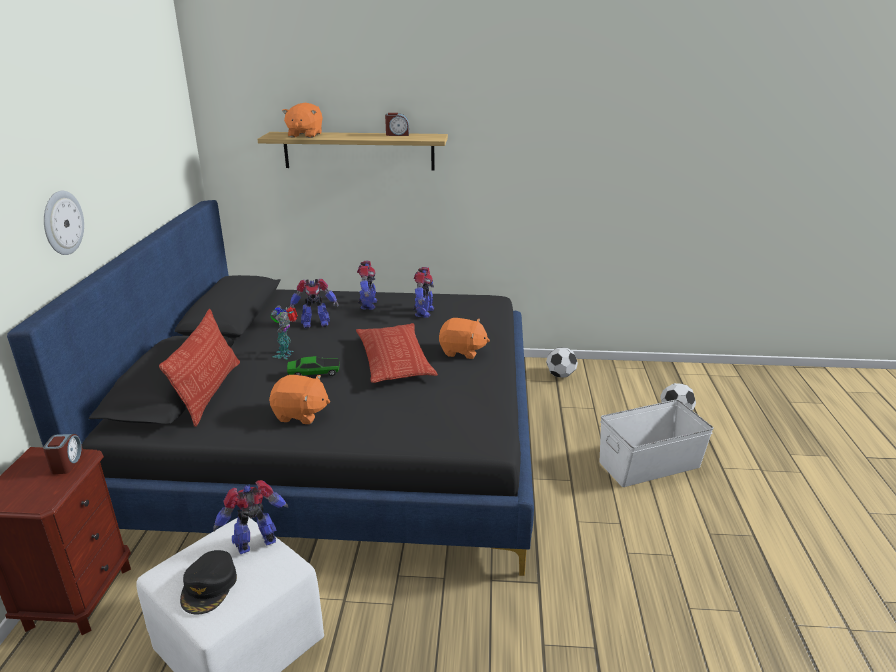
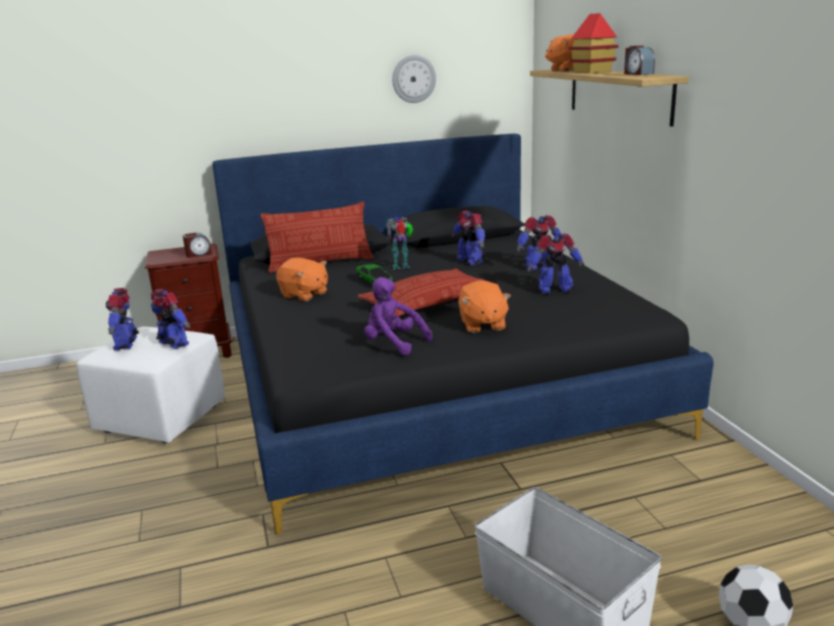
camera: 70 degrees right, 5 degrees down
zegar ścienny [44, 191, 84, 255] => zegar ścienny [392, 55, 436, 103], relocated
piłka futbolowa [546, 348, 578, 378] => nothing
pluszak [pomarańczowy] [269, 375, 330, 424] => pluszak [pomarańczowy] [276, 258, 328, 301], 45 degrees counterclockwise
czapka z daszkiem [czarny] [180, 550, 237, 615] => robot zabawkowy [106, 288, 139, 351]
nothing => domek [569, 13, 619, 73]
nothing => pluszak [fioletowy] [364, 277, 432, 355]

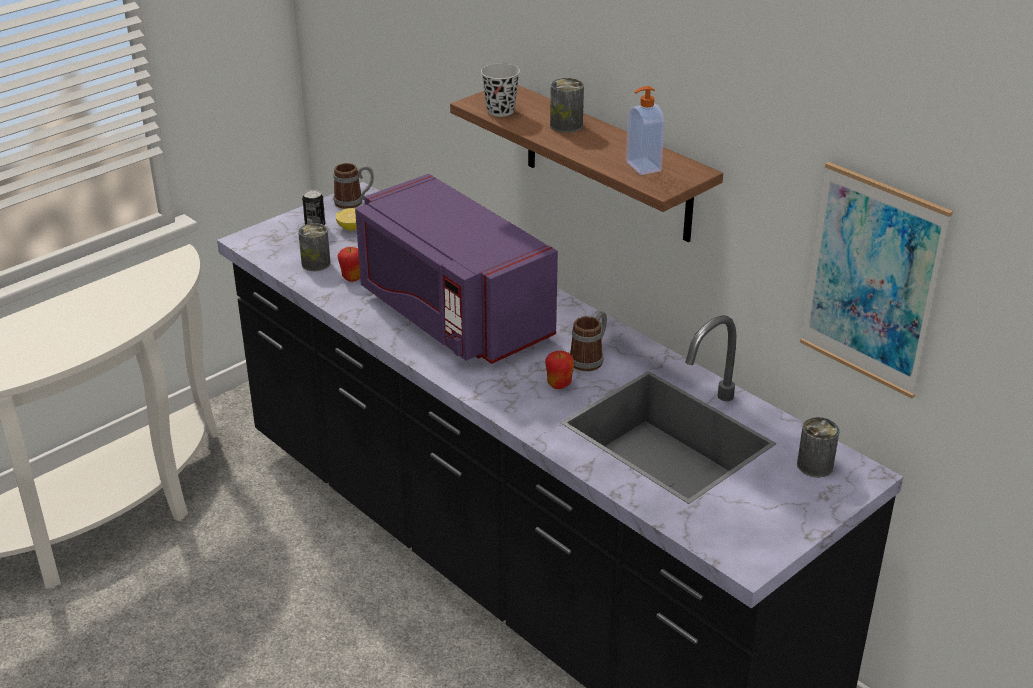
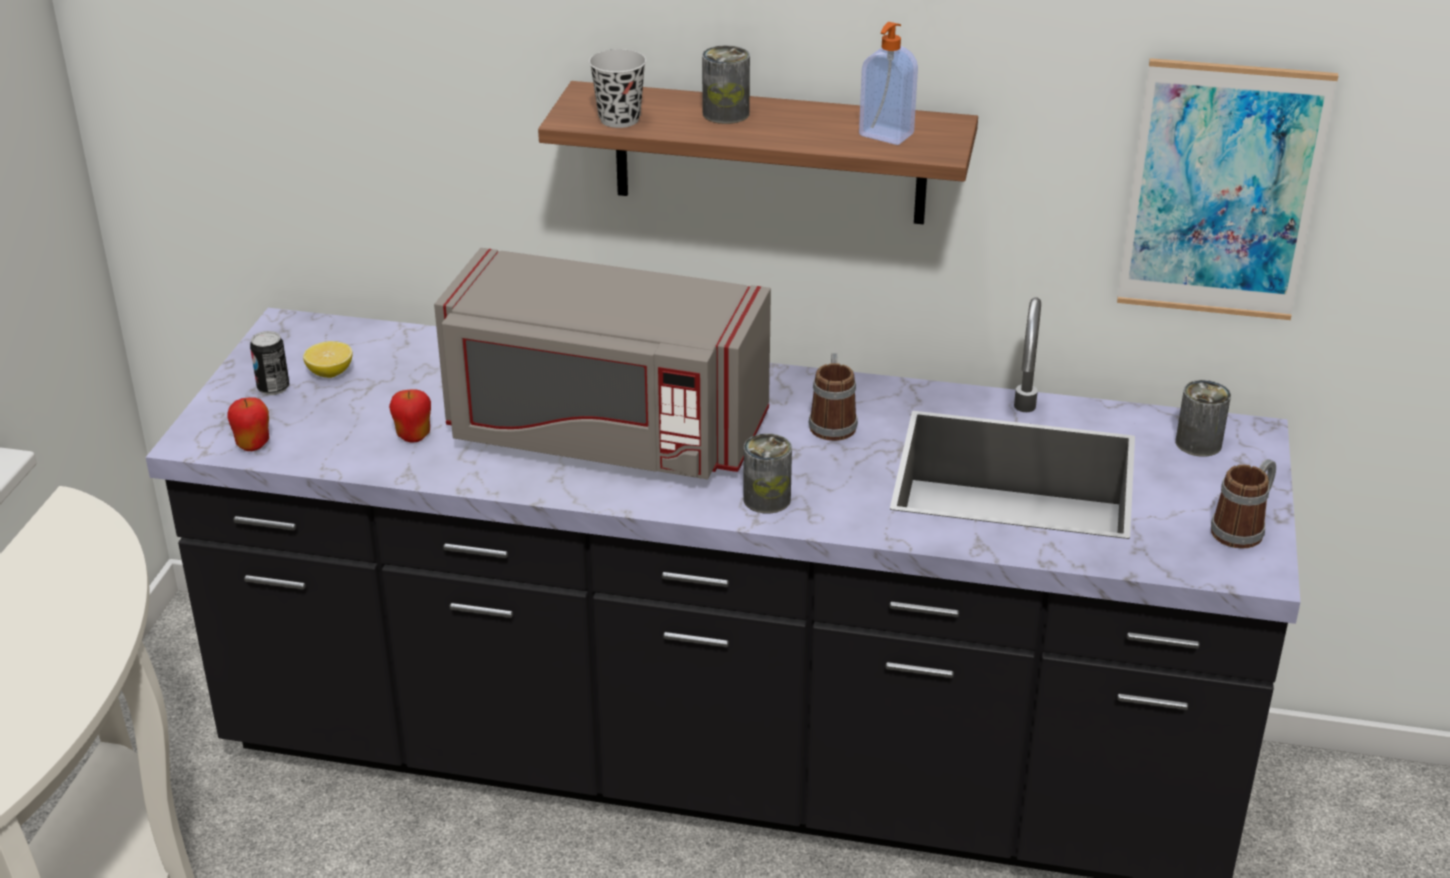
camera: 35 degrees left, 0 degrees up
kubek [334, 163, 374, 209] => kubek [1211, 459, 1276, 549], relocated
mikrofalówka [fioletowy] [355, 174, 558, 364] => mikrofalówka [szary] [434, 248, 771, 479]
puszka [298, 223, 331, 271] => puszka [743, 433, 792, 513], relocated
jabłko [545, 351, 574, 389] => jabłko [227, 397, 269, 451], relocated

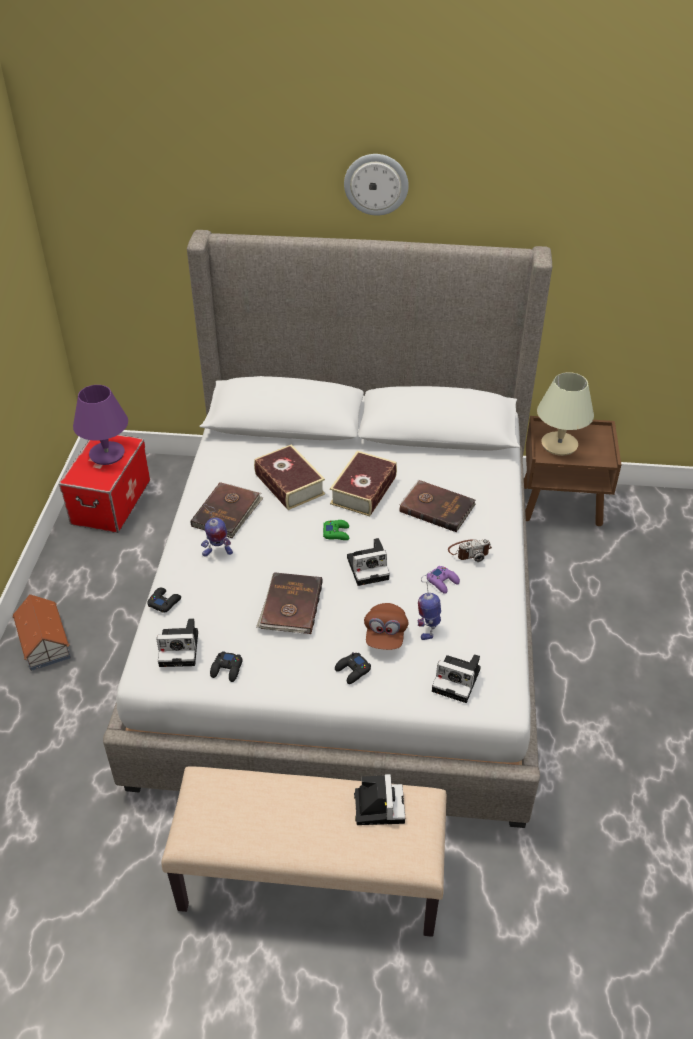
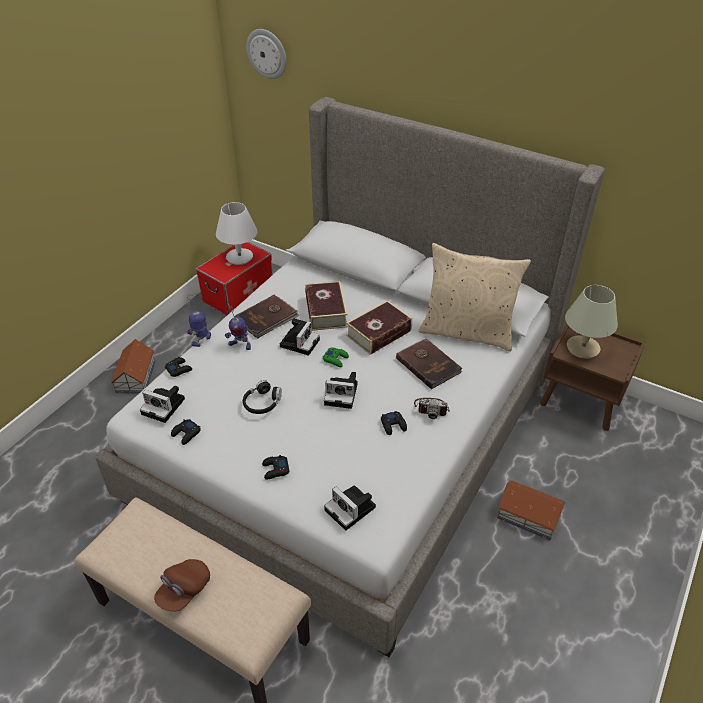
camera: 25 degrees right, 0 degrees up
zegar ścienny [344, 154, 409, 216] => zegar ścienny [246, 29, 287, 79], relocated
lampa stołowa [fioletowy] [73, 385, 128, 465] => lampa stołowa [biały] [216, 202, 257, 265]
pad do gier [fioletowy] [427, 566, 460, 594] => pad do gier [czarny] [381, 411, 407, 435]
robot zabawkowy [418, 571, 441, 640] => robot zabawkowy [187, 294, 211, 347], relocated
książka [brązowy] [256, 572, 323, 634] => słuchawki [czarny] [243, 380, 282, 414]
czapka z daszkiem [brązowy] [364, 603, 409, 650] => czapka z daszkiem [brązowy] [154, 559, 210, 612], relocated
aparat fotograficzny [354, 774, 405, 825] => aparat fotograficzny [280, 318, 320, 356], relocated
nothing => poduszka [beżowy] [418, 243, 531, 352]
nothing => domek [497, 481, 566, 540]

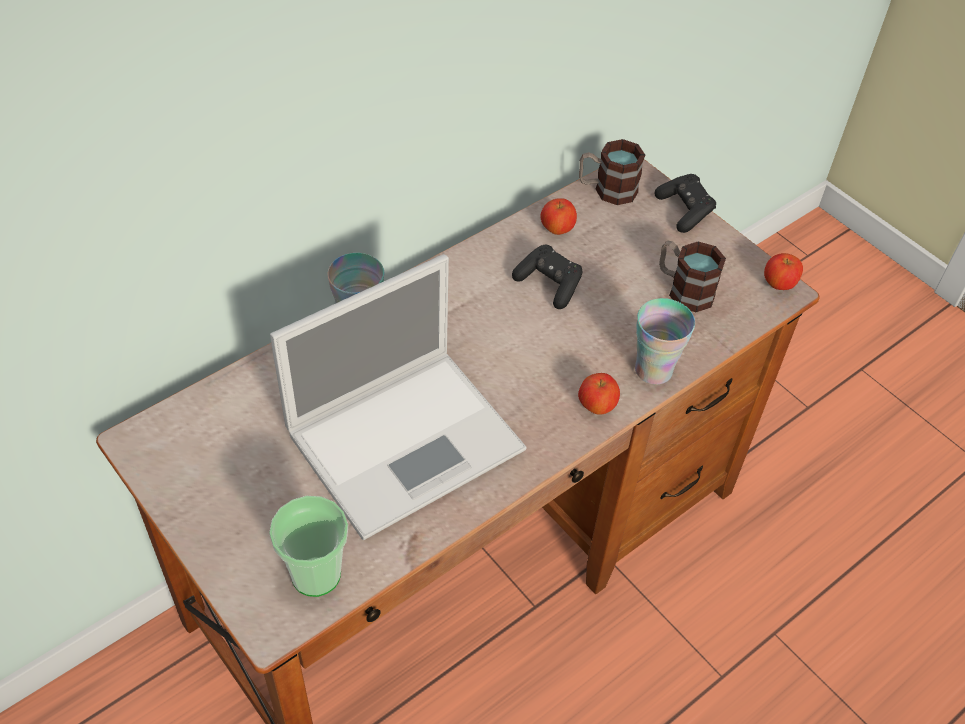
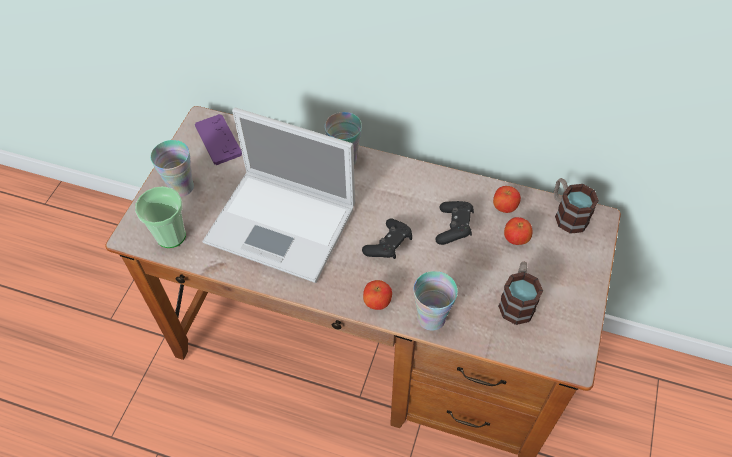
camera: 60 degrees right, 5 degrees up
pad do gier [czarny] [654, 174, 716, 233] => pad do gier [czarny] [362, 219, 412, 259], relocated
jabłko [764, 253, 803, 290] => jabłko [504, 217, 533, 245], relocated
nothing => pad do gier [fioletowy] [195, 114, 242, 165]
nothing => filiżanka [150, 140, 194, 197]

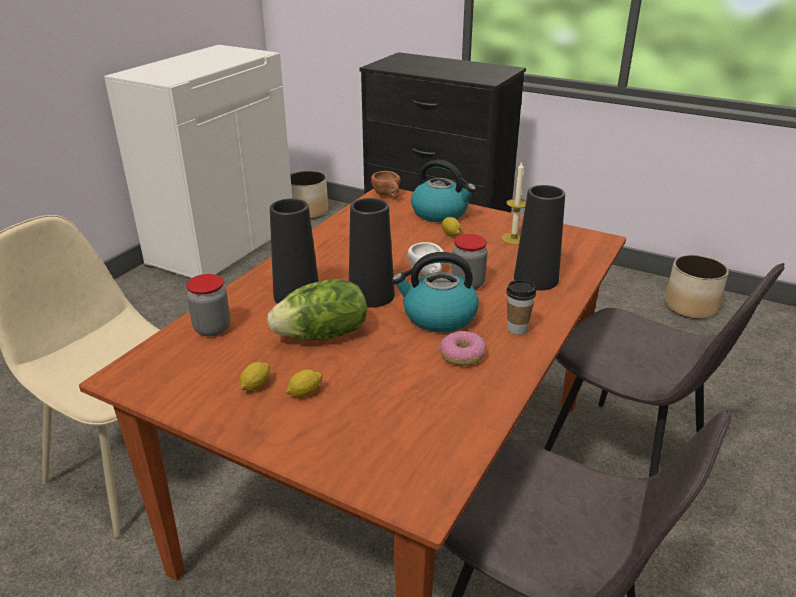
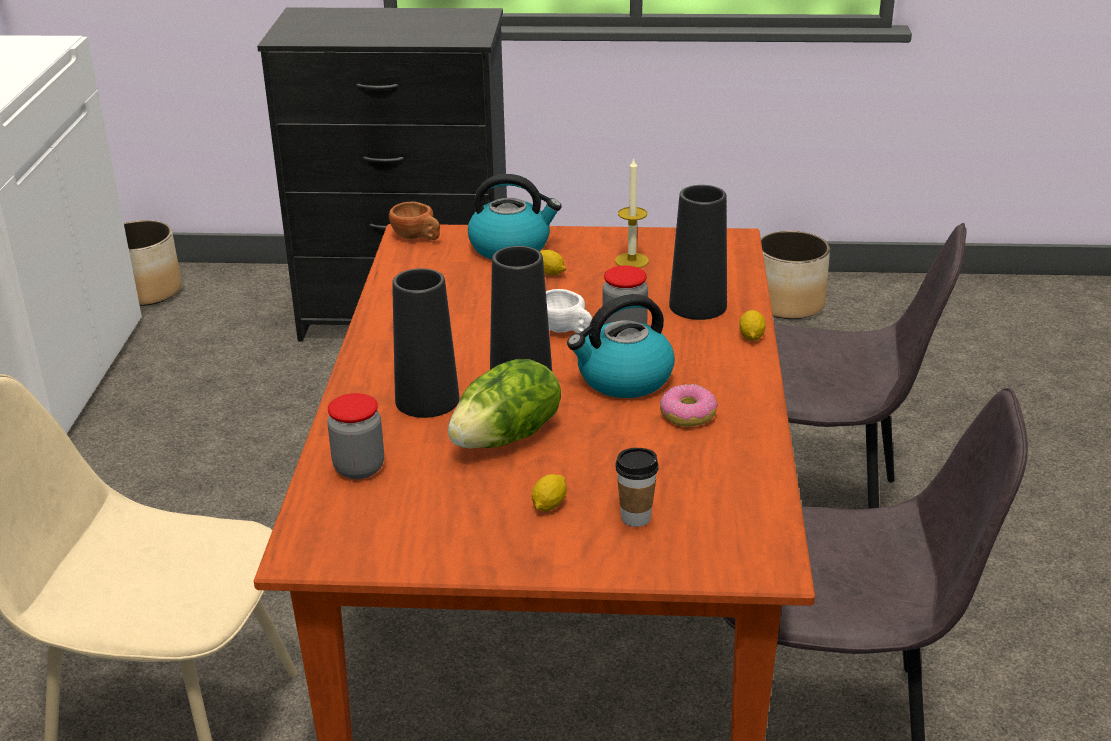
camera: 25 degrees left, 0 degrees up
filiżanka [506, 280, 536, 335] => filiżanka [615, 448, 659, 527], relocated
cytryna [240, 362, 270, 391] => cytryna [739, 310, 766, 341], relocated

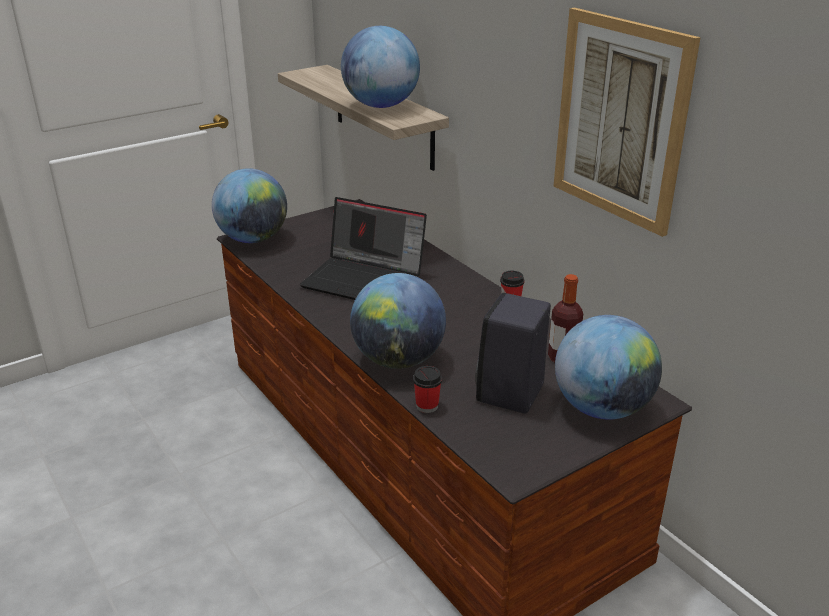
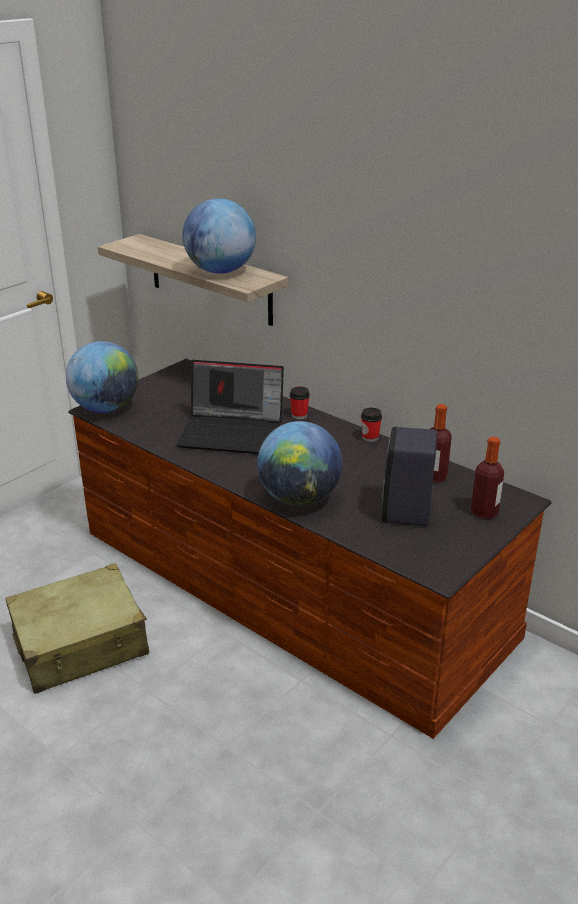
camera: 15 degrees left, 0 degrees up
obraz [554, 7, 701, 237] => nothing
globus [555, 315, 662, 420] => butelka [471, 437, 504, 519]
filiżanka [413, 366, 442, 413] => filiżanka [289, 386, 310, 420], relocated
nothing => walizka [beżowy] [6, 563, 149, 694]

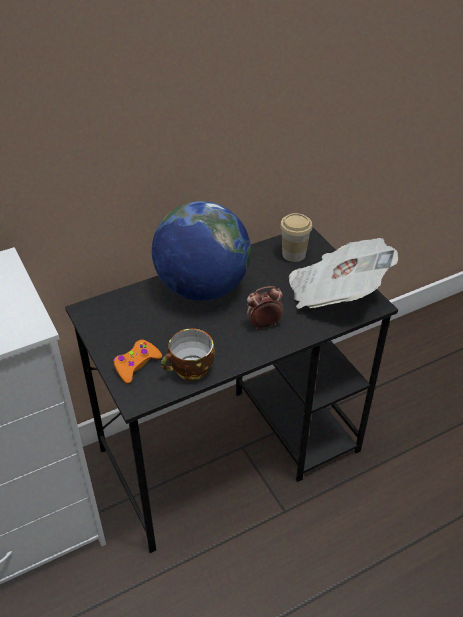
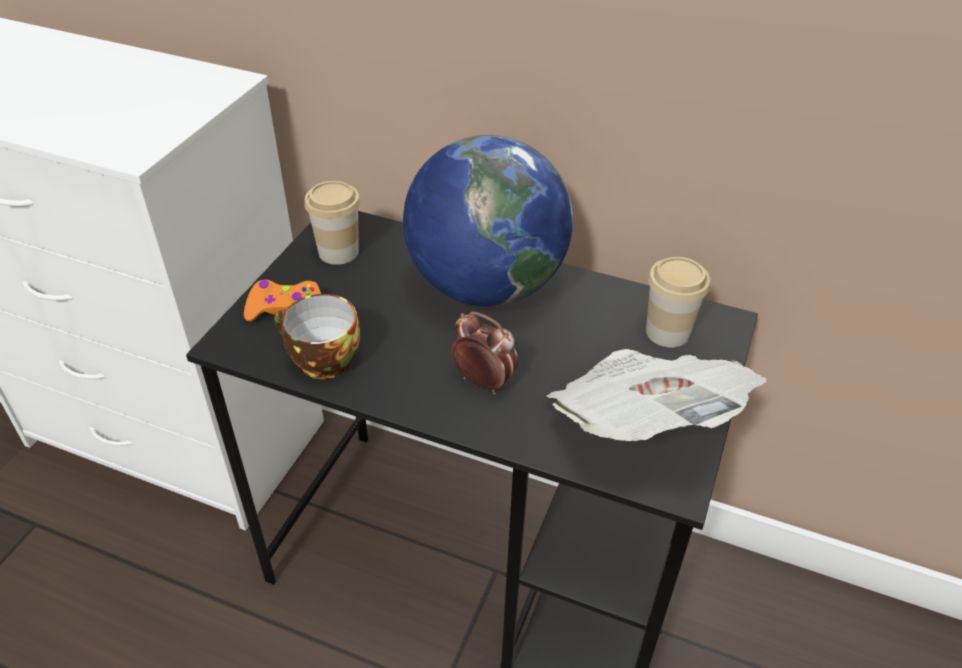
camera: 50 degrees right, 0 degrees up
nothing => filiżanka [304, 181, 360, 265]

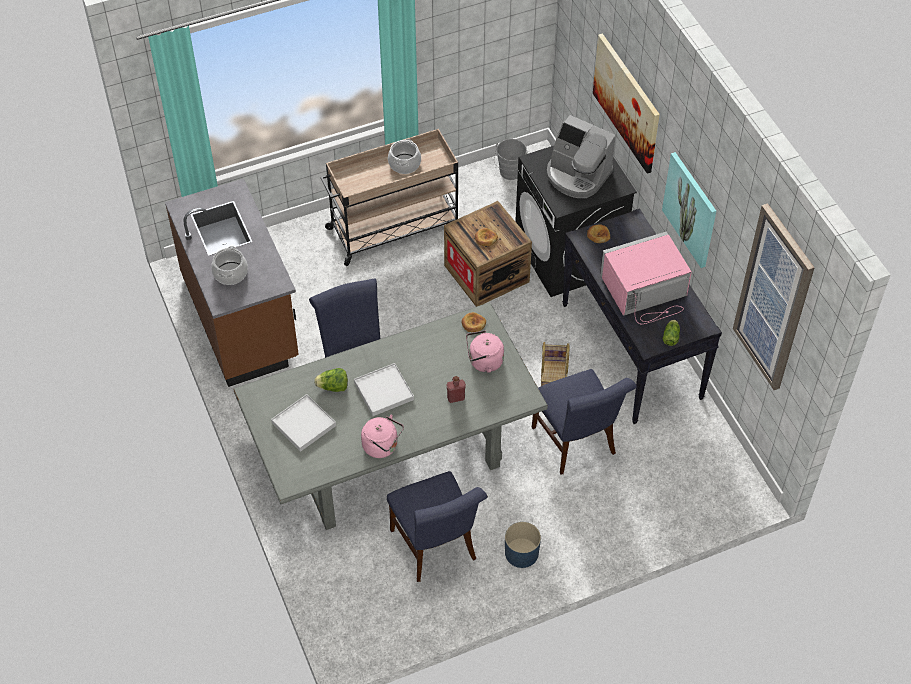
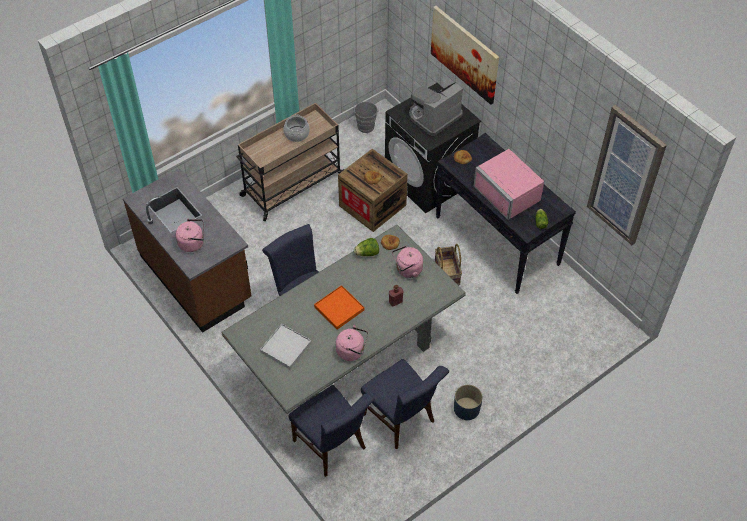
camera: 15 degrees left, 0 degrees up
ekspres do kawy [546, 115, 616, 198] => ekspres do kawy [409, 82, 463, 136], 120 degrees clockwise
obraz [662, 152, 716, 268] => nothing
mikrofalówka [różowy] [600, 231, 692, 324] => mikrofalówka [różowy] [473, 149, 544, 220], 90 degrees counterclockwise
garnek [211, 246, 248, 285] => czajnik [różowy] [176, 218, 204, 252]
taca [biały] [354, 363, 414, 416] => taca [pomarańczowy] [314, 285, 364, 330]
sałata [314, 368, 348, 392] => sałata [354, 238, 379, 256], relocated
krzesło [niebieski] [532, 369, 637, 475] => krzesło [niebieski] [289, 385, 375, 477], relocated

